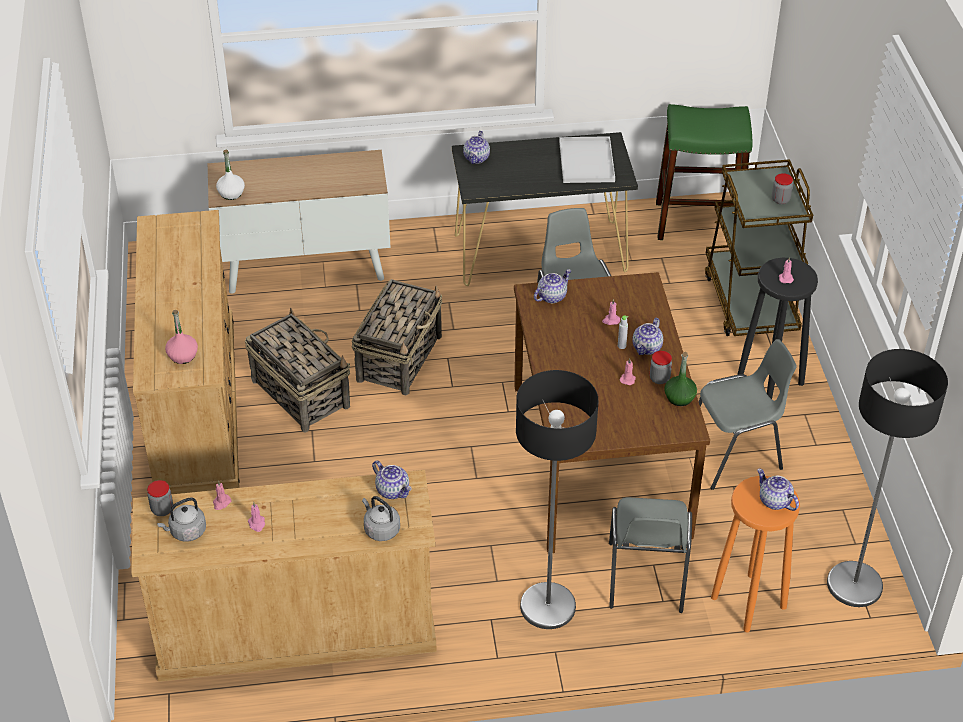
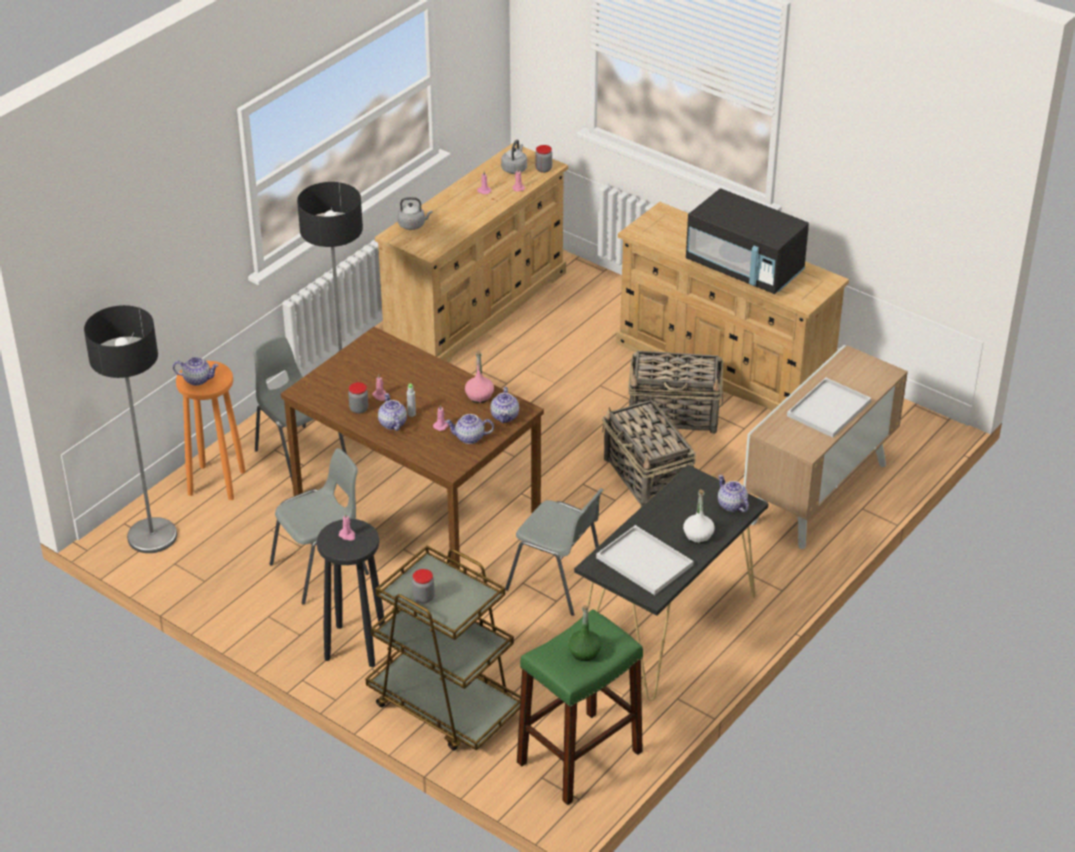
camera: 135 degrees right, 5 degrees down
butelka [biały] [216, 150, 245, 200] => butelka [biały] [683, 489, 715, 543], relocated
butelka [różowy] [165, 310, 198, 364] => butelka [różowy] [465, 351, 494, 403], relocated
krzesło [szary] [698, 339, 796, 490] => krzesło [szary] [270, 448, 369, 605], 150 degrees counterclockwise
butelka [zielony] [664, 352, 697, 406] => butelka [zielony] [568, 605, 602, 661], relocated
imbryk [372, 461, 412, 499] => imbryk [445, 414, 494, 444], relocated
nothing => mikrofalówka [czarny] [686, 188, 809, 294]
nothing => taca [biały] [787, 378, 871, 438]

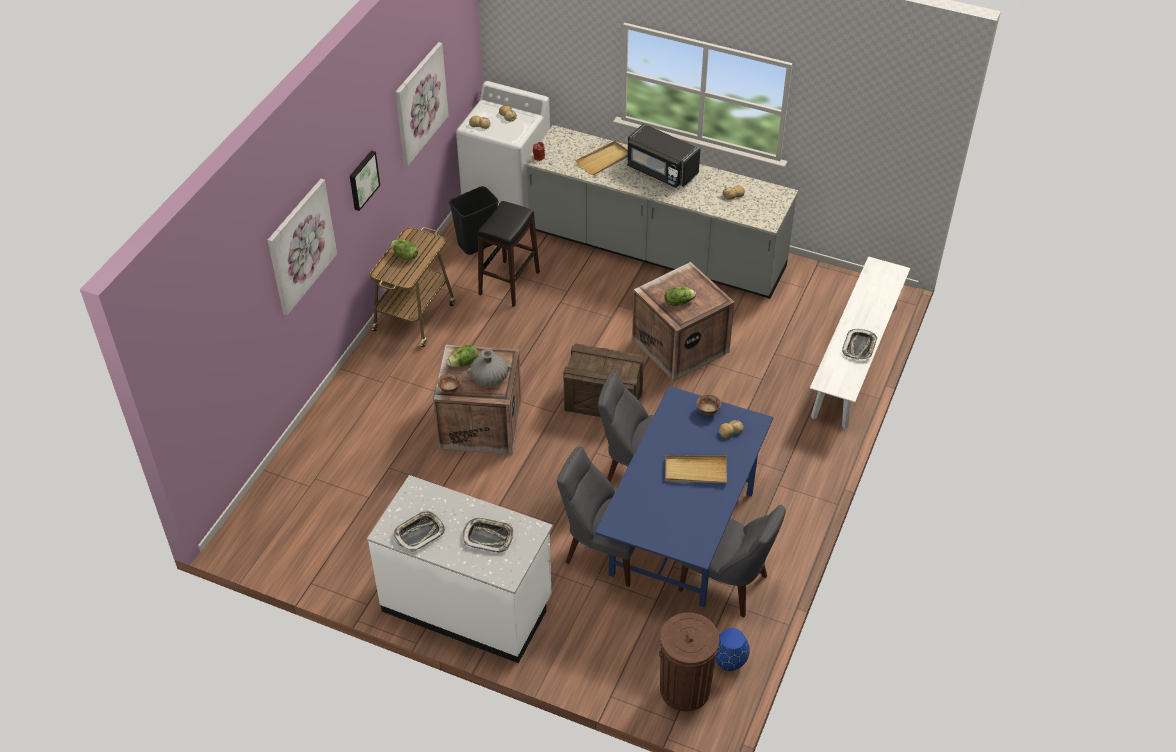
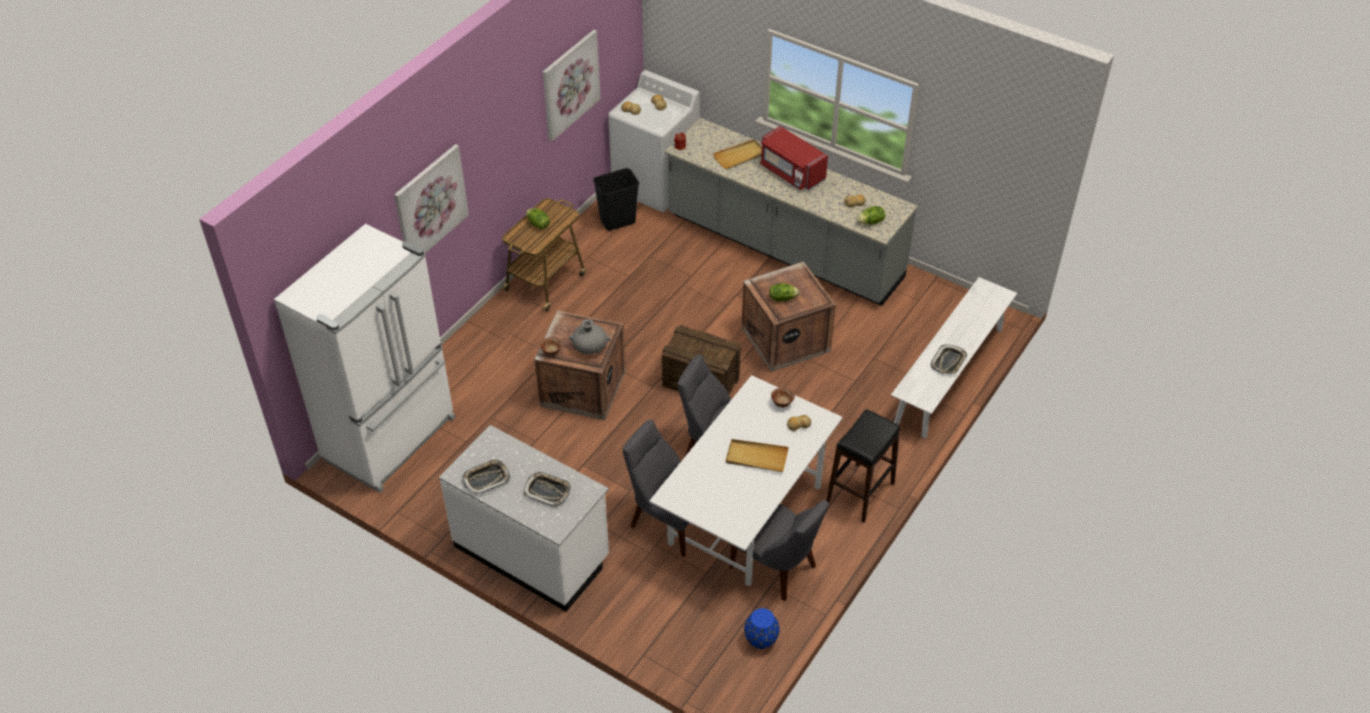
camera: 10 degrees right, 0 degrees up
mikrofalówka [czarny] [627, 124, 700, 188] => mikrofalówka [czerwony] [760, 126, 828, 191]
obraz [350, 151, 380, 211] => nothing
stołek [czarny] [478, 201, 540, 307] => stołek [czarny] [826, 409, 900, 523], relocated
sałata [447, 345, 479, 367] => sałata [857, 206, 885, 225], relocated
stół jadalny [niebieski] [595, 386, 773, 607] => stół jadalny [biały] [649, 375, 843, 587]
kosz na śmieci [brązowy] [659, 613, 719, 711] => nothing
nothing => lodówka [biały] [274, 224, 456, 493]

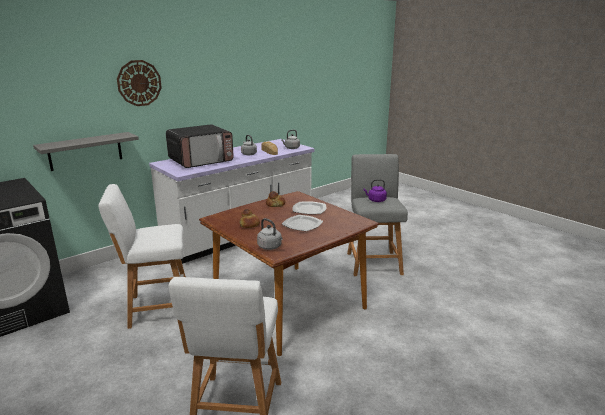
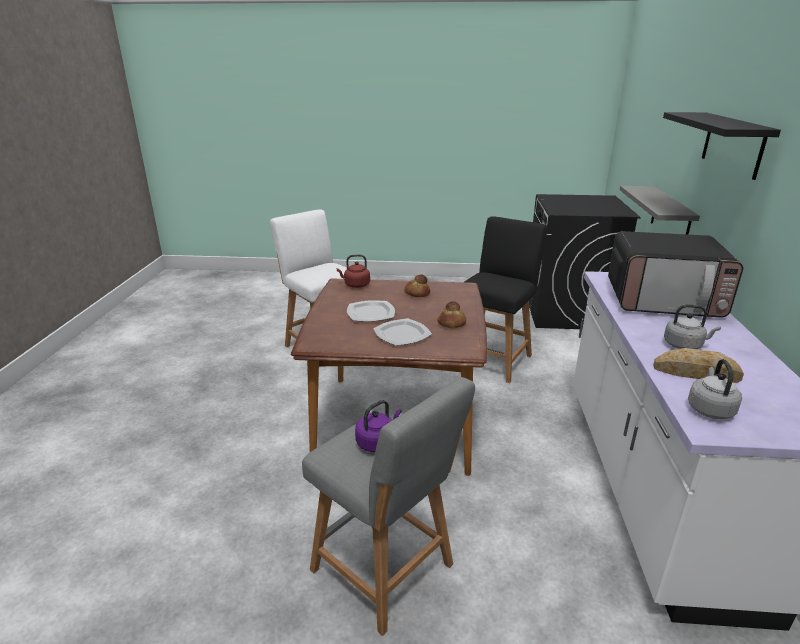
camera: 135 degrees right, 5 degrees up
zegar ścienny [117, 60, 162, 106] => półka [czarny] [663, 112, 781, 180]
mikrofalówka [166, 124, 234, 168] => mikrofalówka [608, 231, 743, 318], 90 degrees counterclockwise
stołek [biały] [98, 184, 186, 329] => stołek [czarny] [464, 216, 548, 383]
czajnik [szary] [257, 218, 283, 250] => czajnik [czerwony] [337, 254, 370, 288]

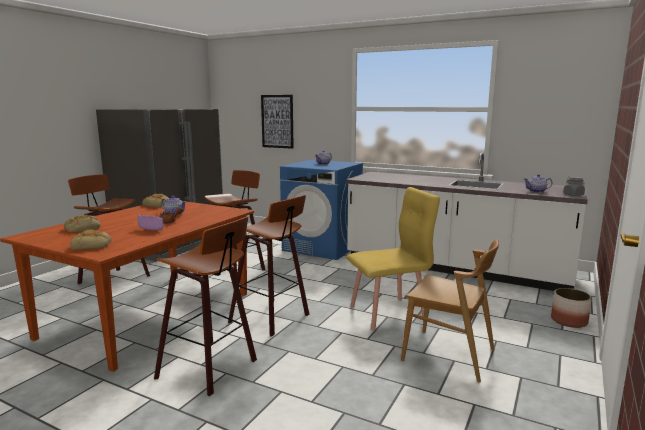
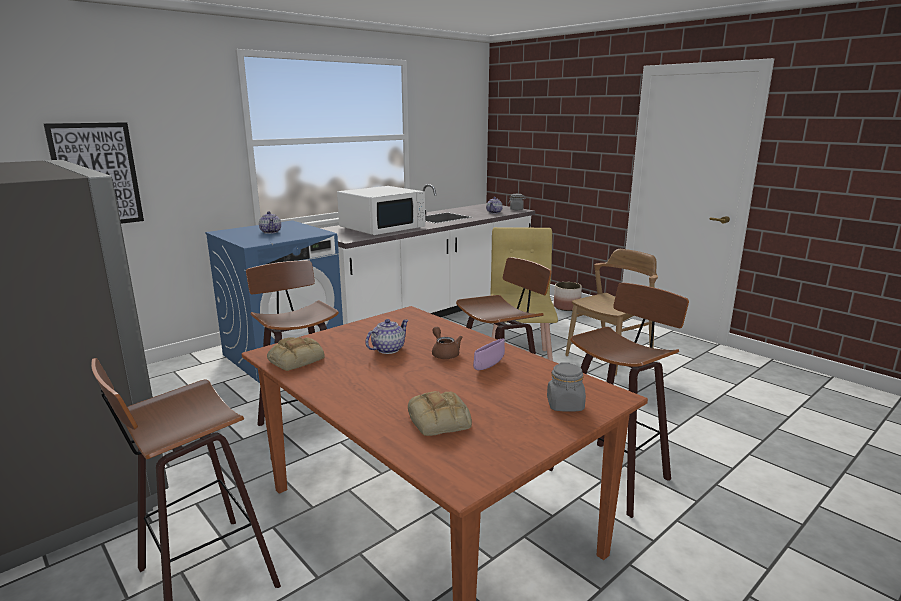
camera: 70 degrees left, 5 degrees up
chleb [70, 230, 112, 250] => słoik [szary] [547, 363, 586, 412]
nothing => mikrofalówka [biały] [337, 186, 425, 235]

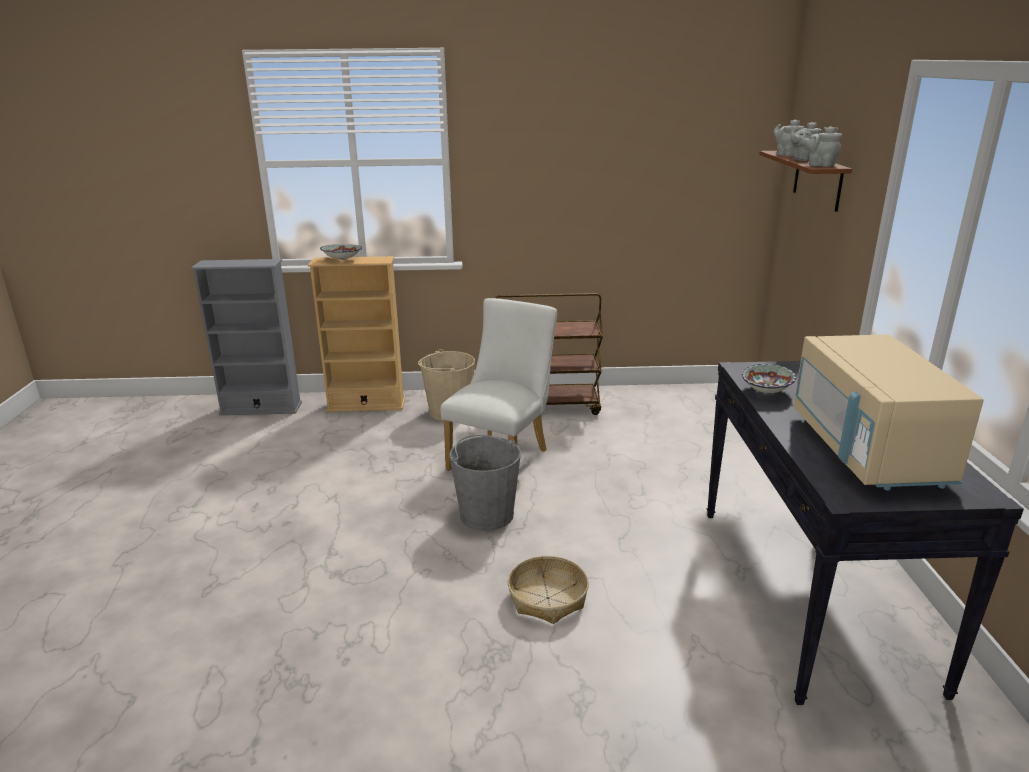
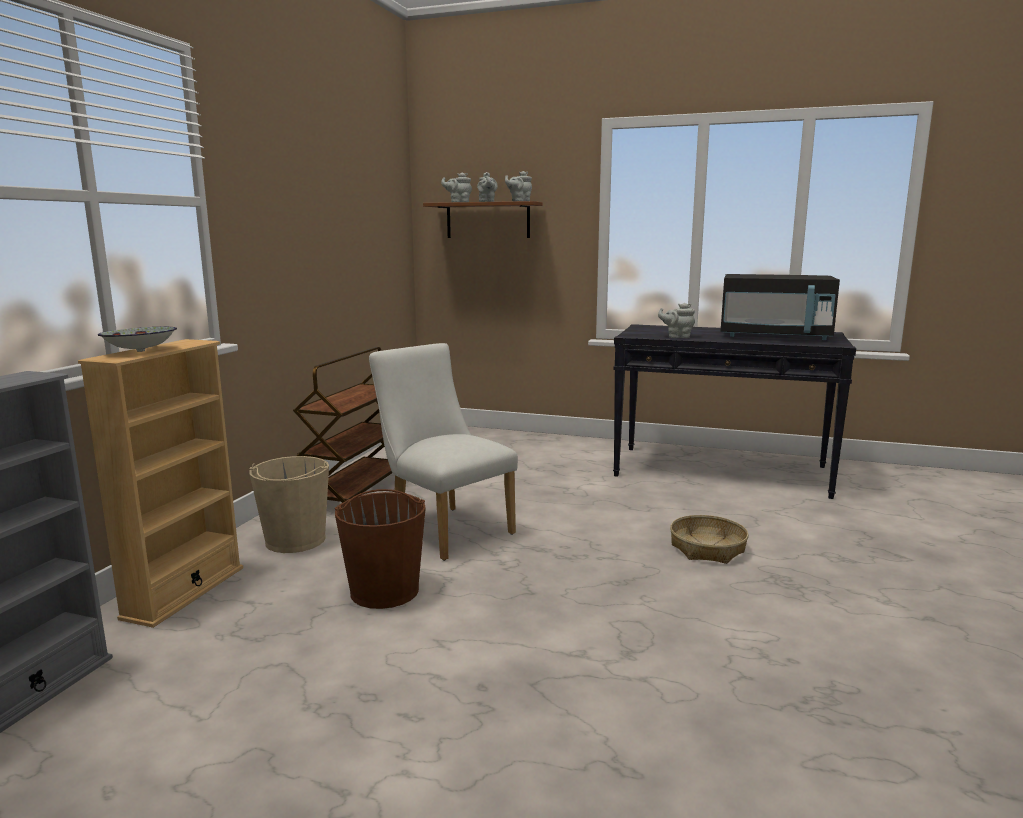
camera: 70 degrees left, 10 degrees down
mikrofalówka [beżowy] [794, 334, 984, 491] => mikrofalówka [czarny] [721, 274, 840, 340]
miska [742, 364, 796, 393] => imbryk [szary] [658, 303, 695, 338]
wiadro [szary] [449, 435, 521, 531] => nothing
nothing => wiadro [brązowy] [335, 489, 426, 609]

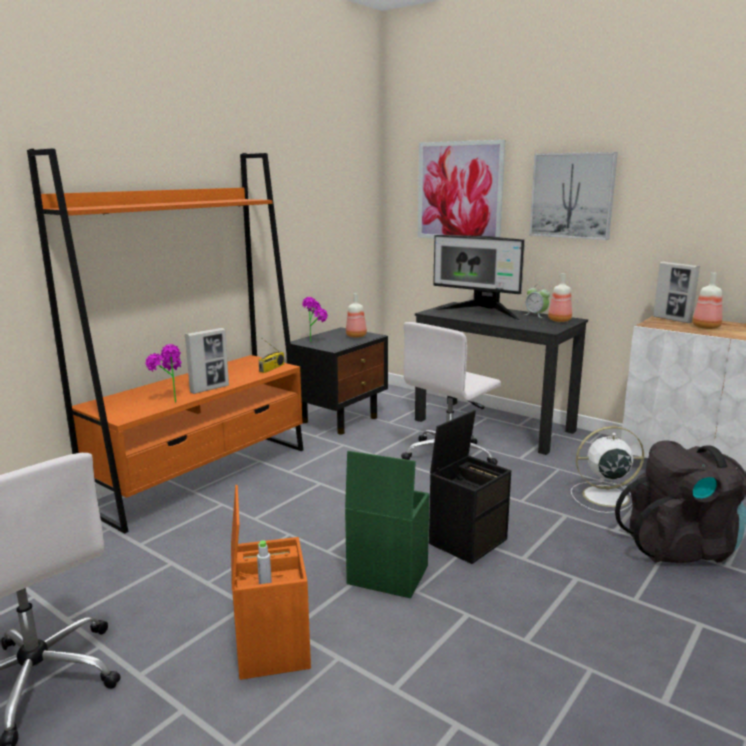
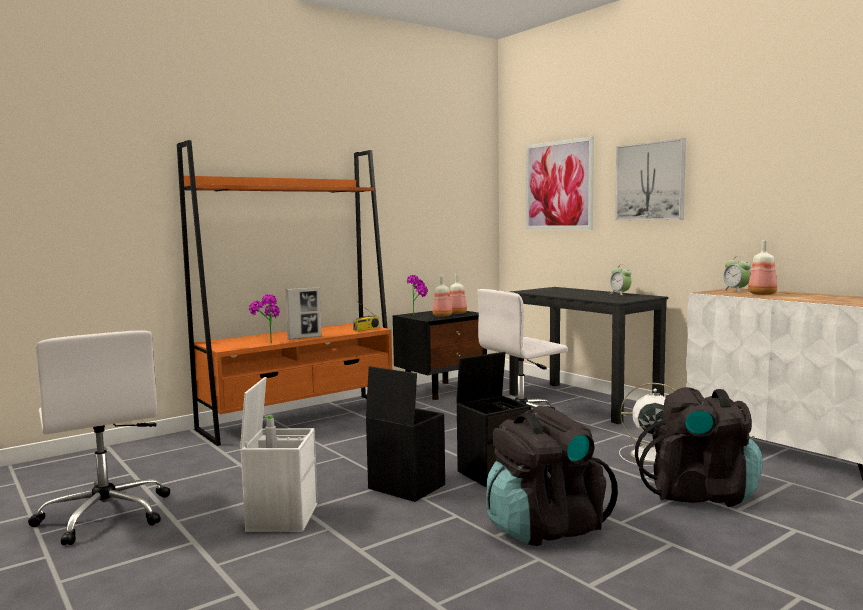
camera: 15 degrees right, 10 degrees down
monitor [433, 235, 525, 321] => nothing
ramka na zdjęcie [653, 262, 700, 323] => budzik [723, 256, 751, 292]
butelka [548, 273, 572, 322] => butelka [433, 276, 452, 317], relocated
pojemnik do przechowywania [zielony] [345, 451, 429, 598] => pojemnik do przechowywania [czarny] [366, 366, 445, 502]
pojemnik do przechowywania [pomarańczowy] [231, 485, 311, 680] => pojemnik do przechowywania [biały] [240, 377, 318, 532]
nothing => plecak [czarny] [486, 406, 618, 546]

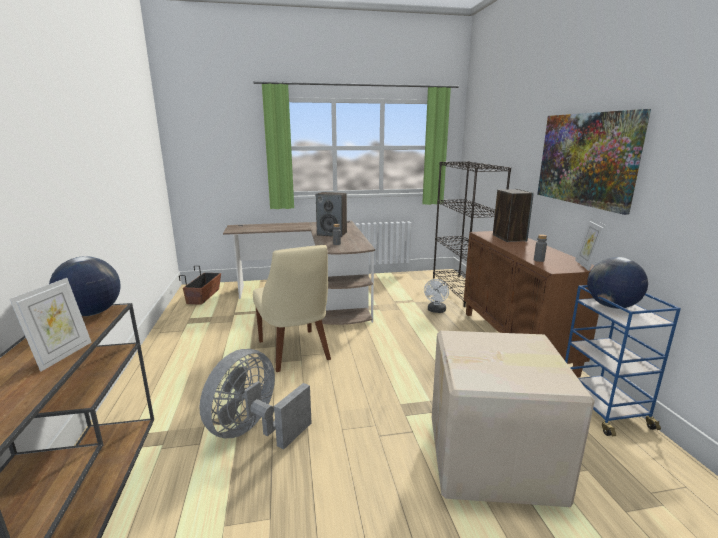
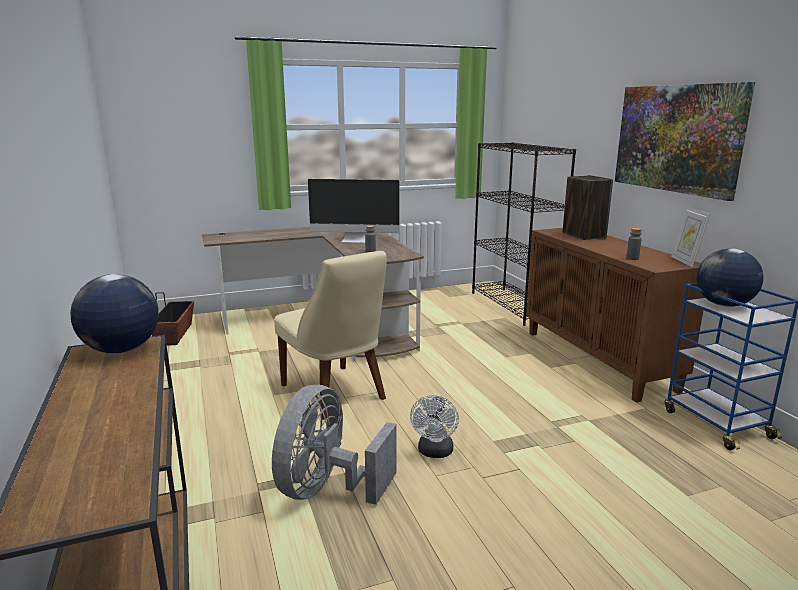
camera: 10 degrees left, 0 degrees up
głośnik [316, 192, 347, 237] => monitor [308, 179, 400, 243]
ramka na zdjęcie [10, 278, 91, 372] => nothing
wentylator [biały] [424, 279, 449, 313] => wentylator [biały] [410, 395, 459, 458], relocated
karton [432, 331, 595, 507] => nothing

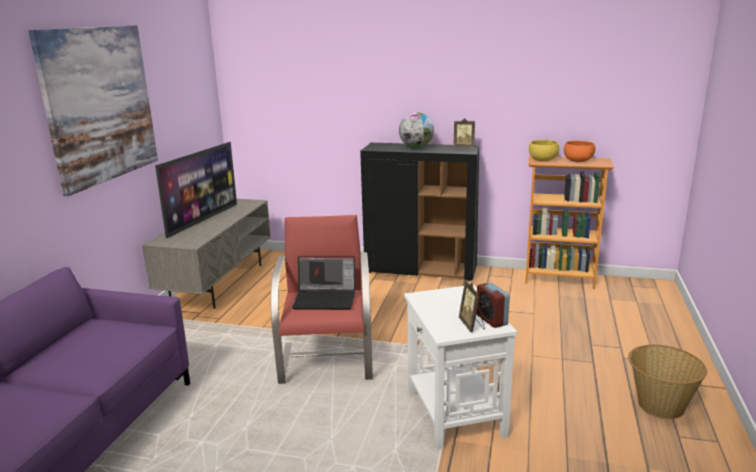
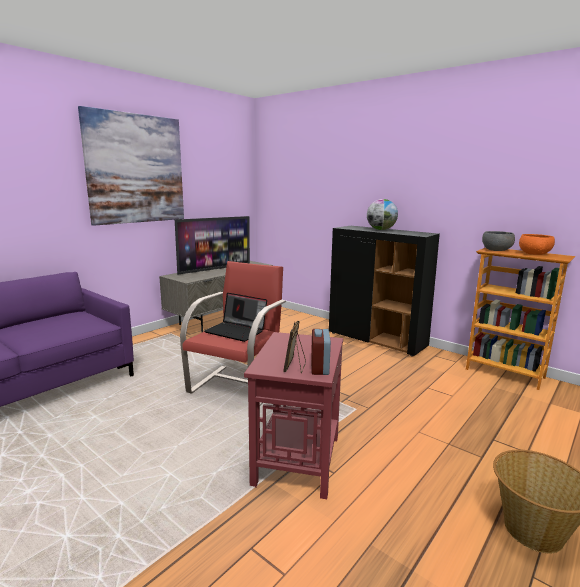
camera: 25 degrees right, 5 degrees down
ramka na zdjęcie [453, 118, 475, 147] => nothing
miska [żółty] [529, 140, 559, 162] => miska [szary] [482, 231, 515, 251]
stolik [biały] [404, 285, 517, 450] => stolik [czerwony] [244, 332, 343, 499]

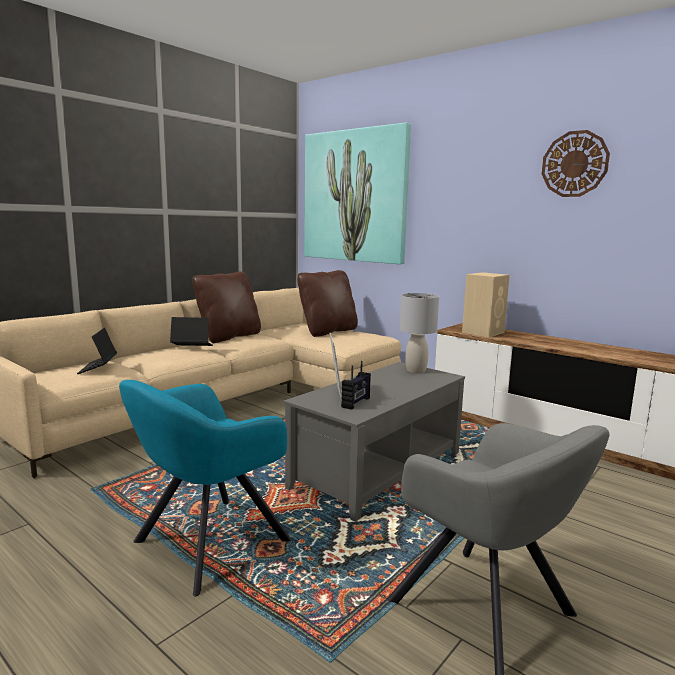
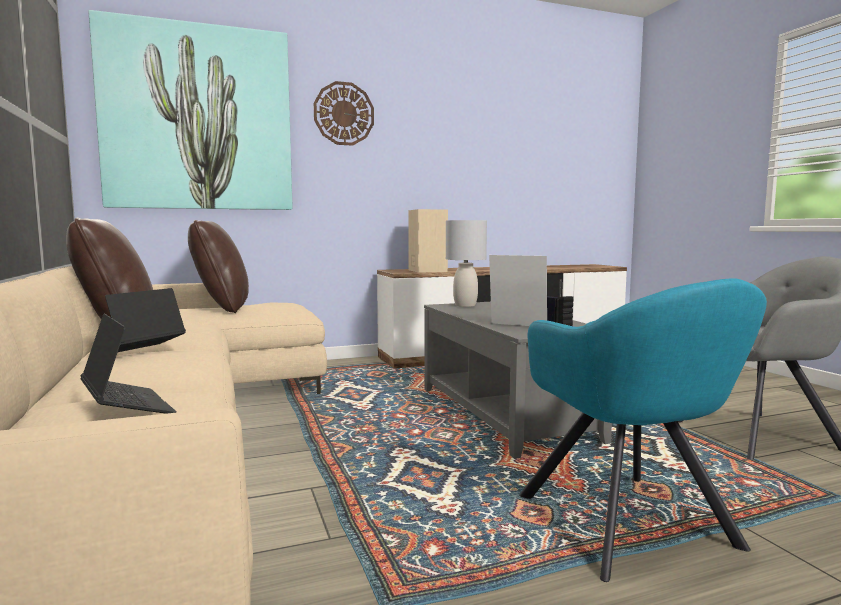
camera: 60 degrees left, 5 degrees down
zegar ścienny [542, 130, 610, 197] => zegar ścienny [314, 81, 374, 146], relocated
laptop [77, 328, 117, 374] => laptop [81, 314, 177, 414], 150 degrees counterclockwise

